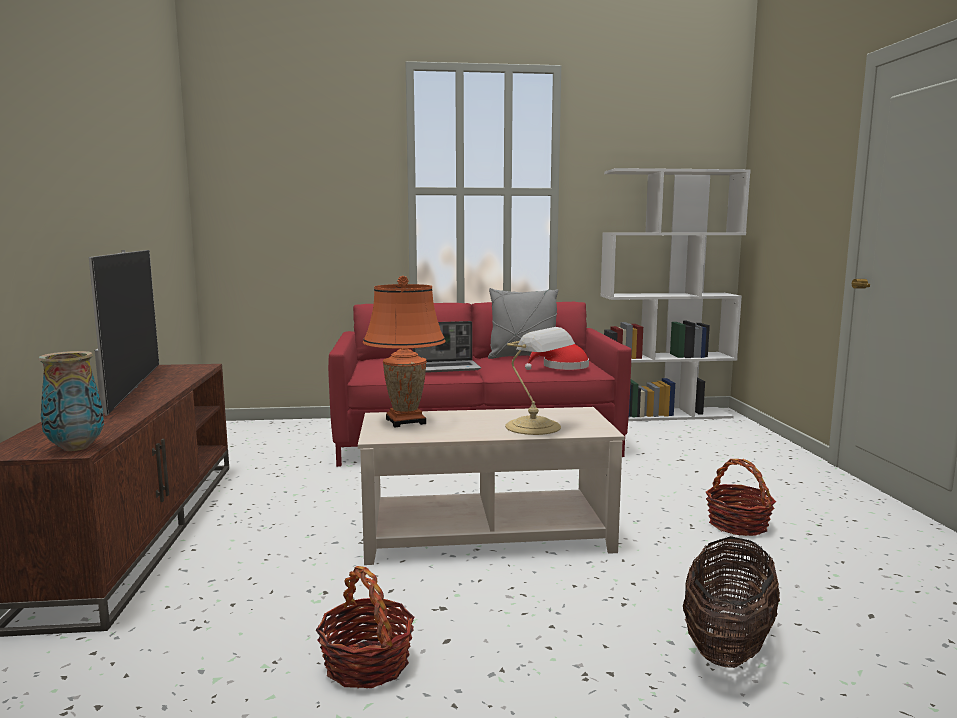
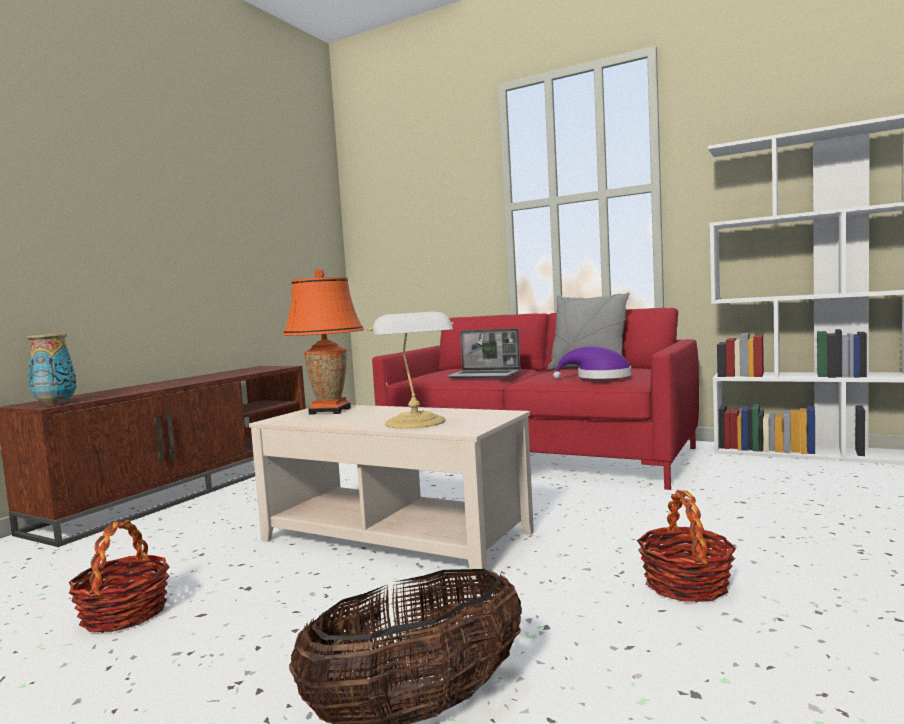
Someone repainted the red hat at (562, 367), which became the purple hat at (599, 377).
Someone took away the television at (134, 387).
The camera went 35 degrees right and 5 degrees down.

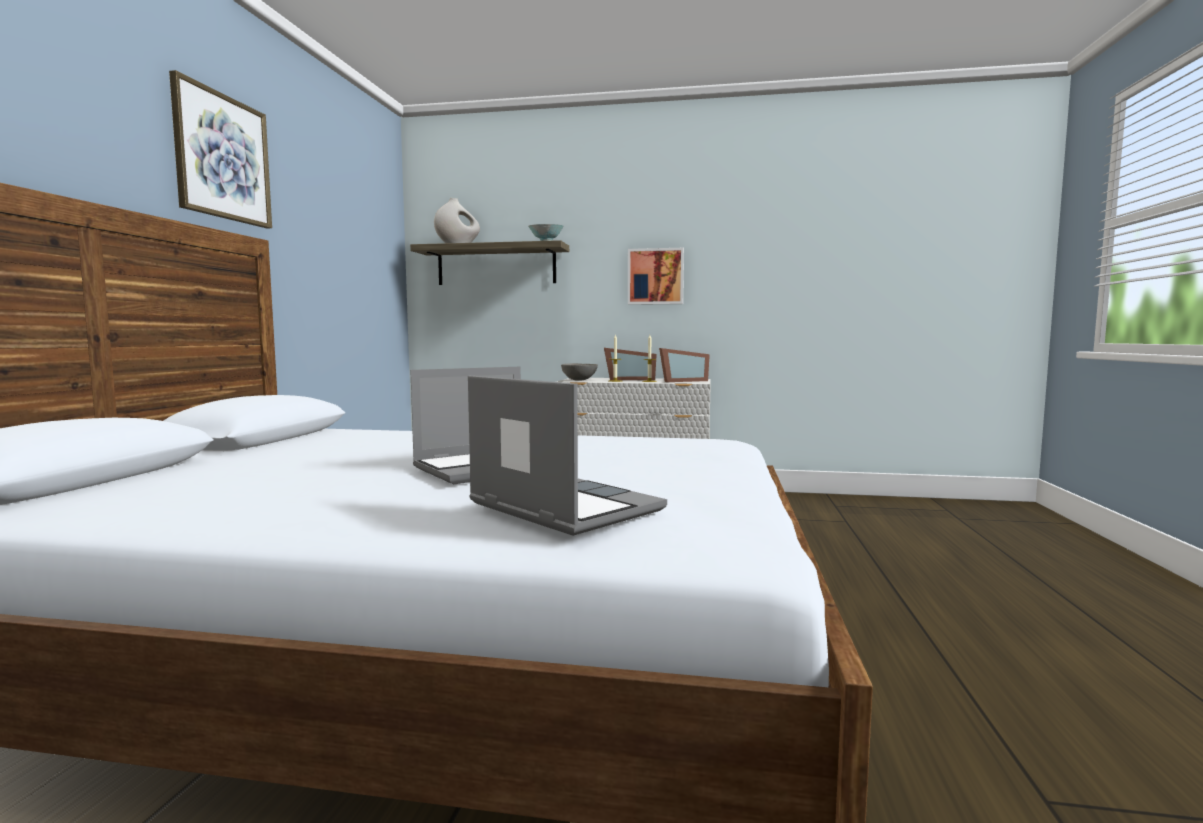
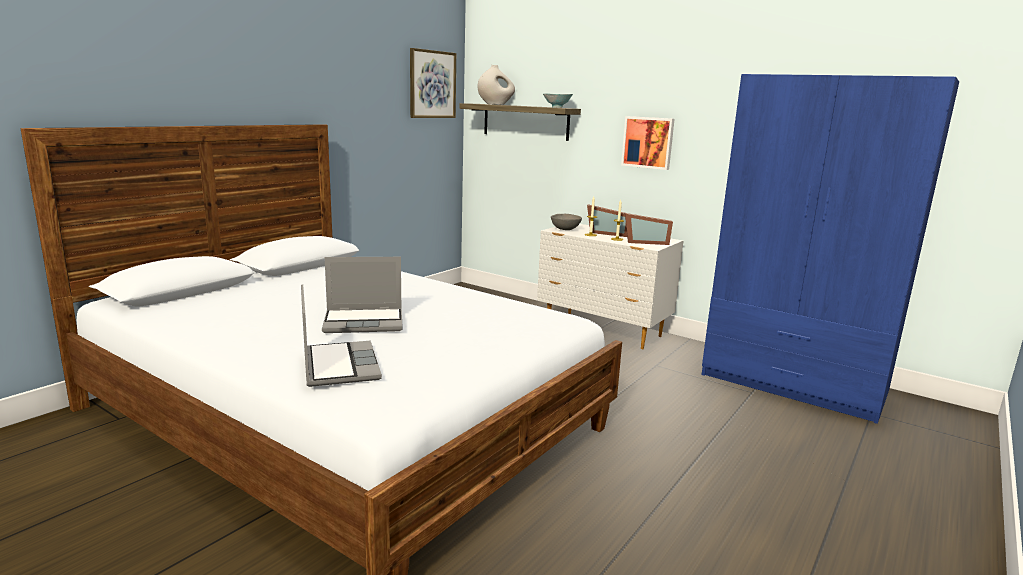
Someone carried the picture from (222, 157) to (432, 84).
Someone put down the blue wardrobe at (794, 383).
The camera went 25 degrees right and 10 degrees up.

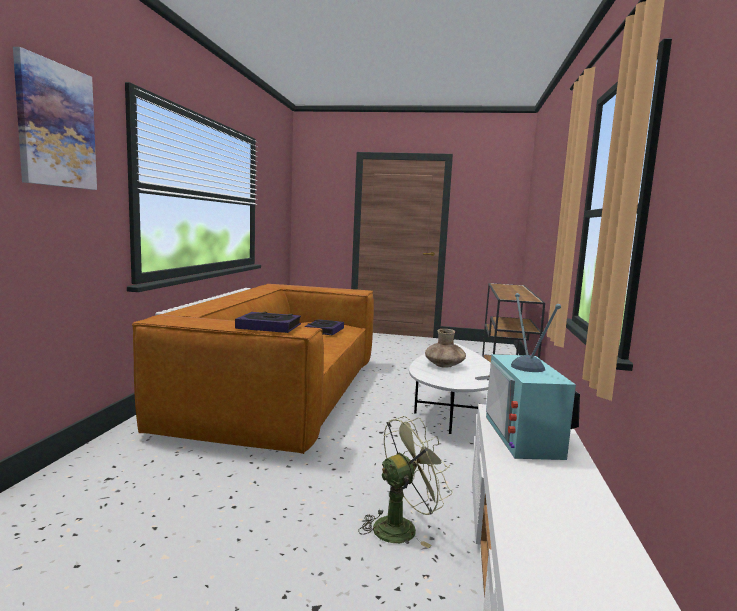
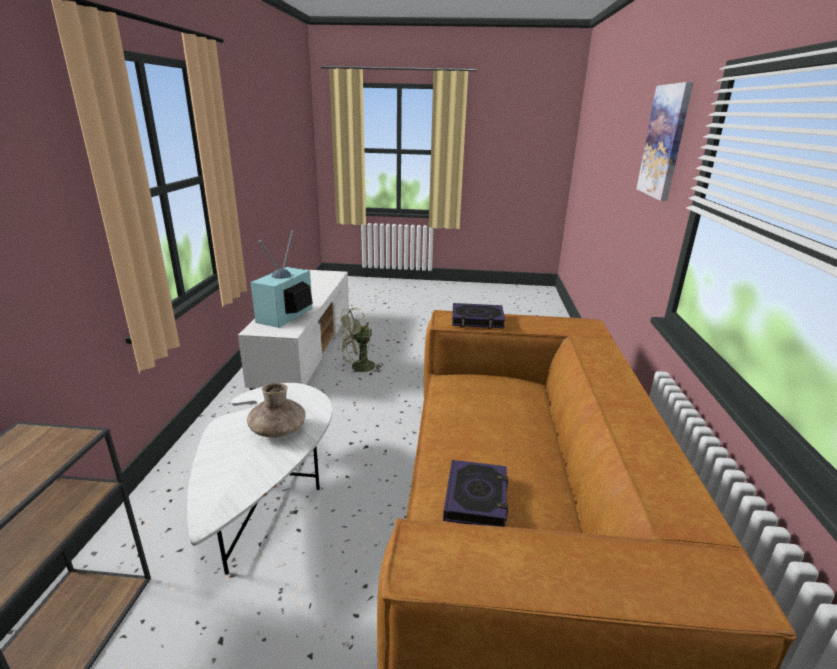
Someone rotated the television at (528, 437) by 150 degrees counterclockwise.
The camera went 175 degrees right and 15 degrees up.

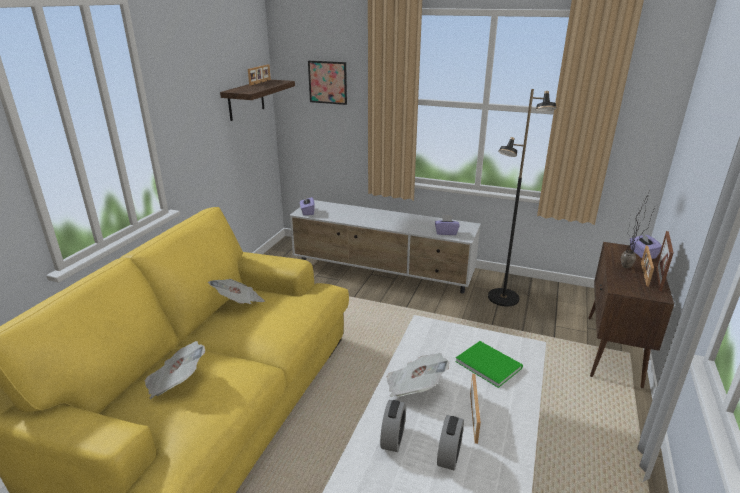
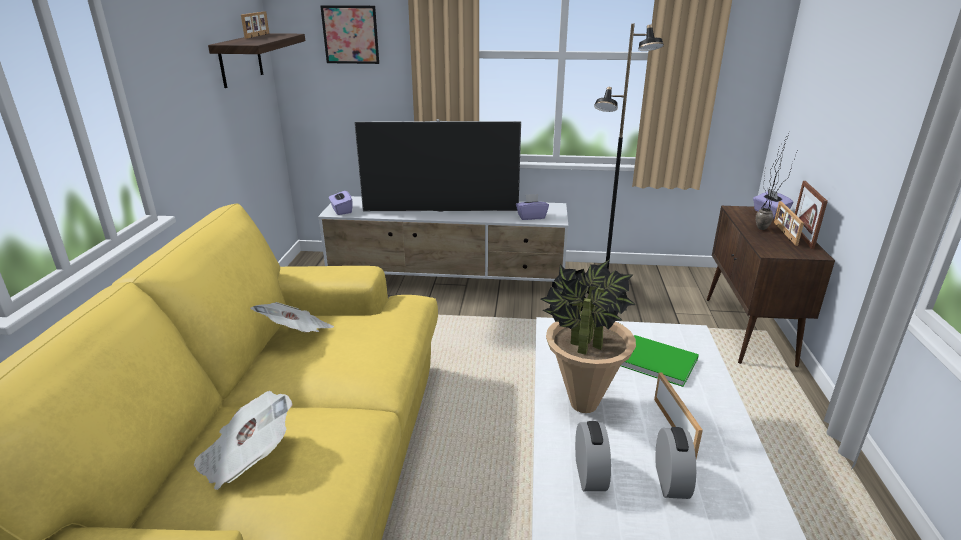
Someone put down the television at (440, 211).
Someone swapped the newspaper at (414, 387) for the potted plant at (583, 404).
The camera went 15 degrees left and 0 degrees up.

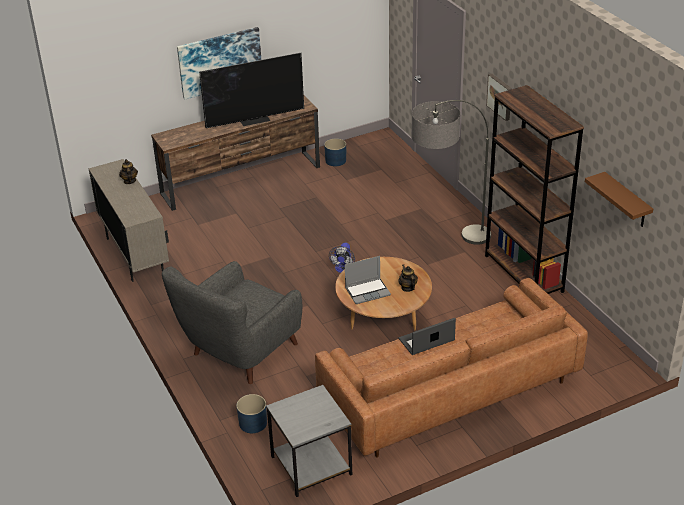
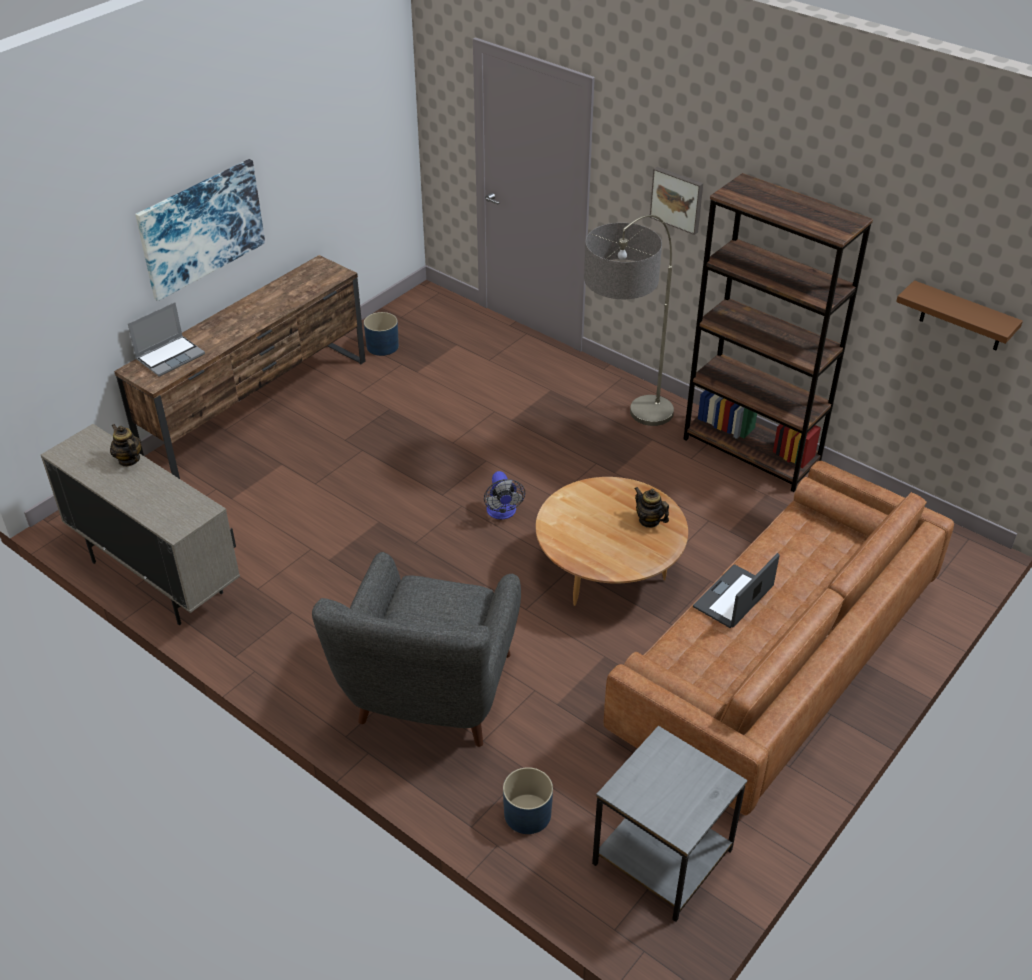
Someone carried the laptop from (368, 291) to (170, 356).
Someone took away the television at (255, 119).
The camera went 25 degrees left and 5 degrees up.

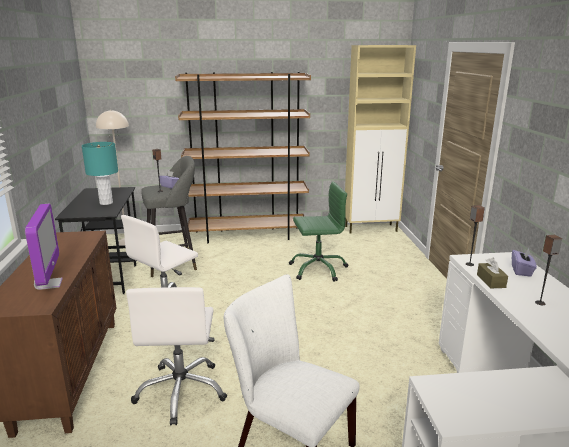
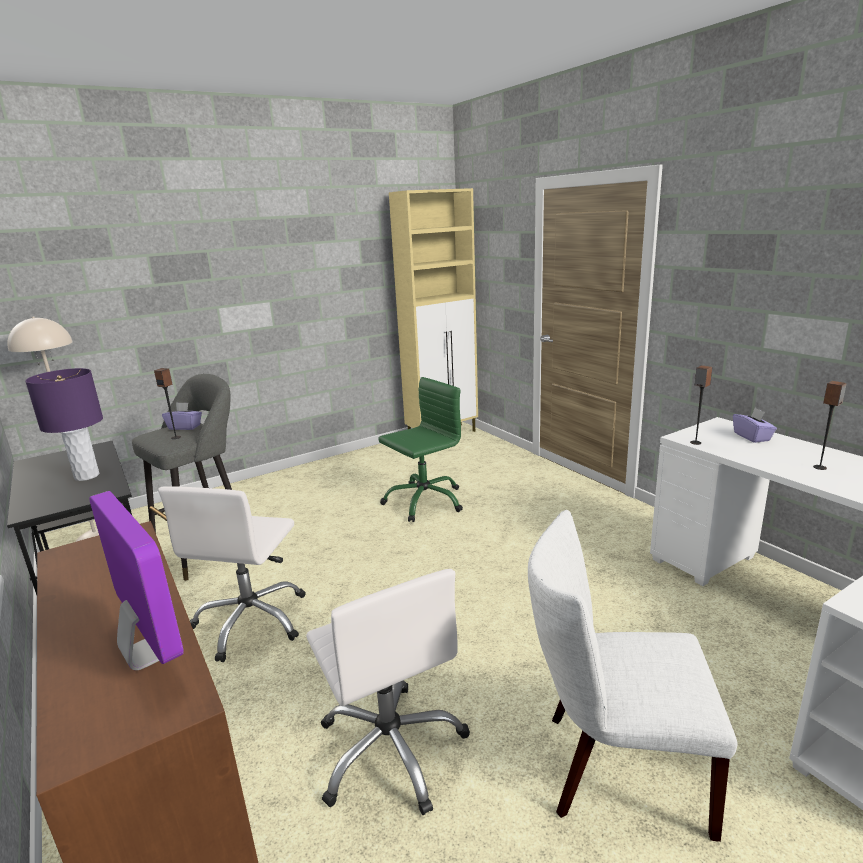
Someone repainted the turquoise table lamp at (106, 203), which became the purple table lamp at (87, 476).
Someone took away the brown bookcase at (248, 235).
Someone took away the brown tissue box at (491, 281).
The camera went 25 degrees left and 0 degrees up.

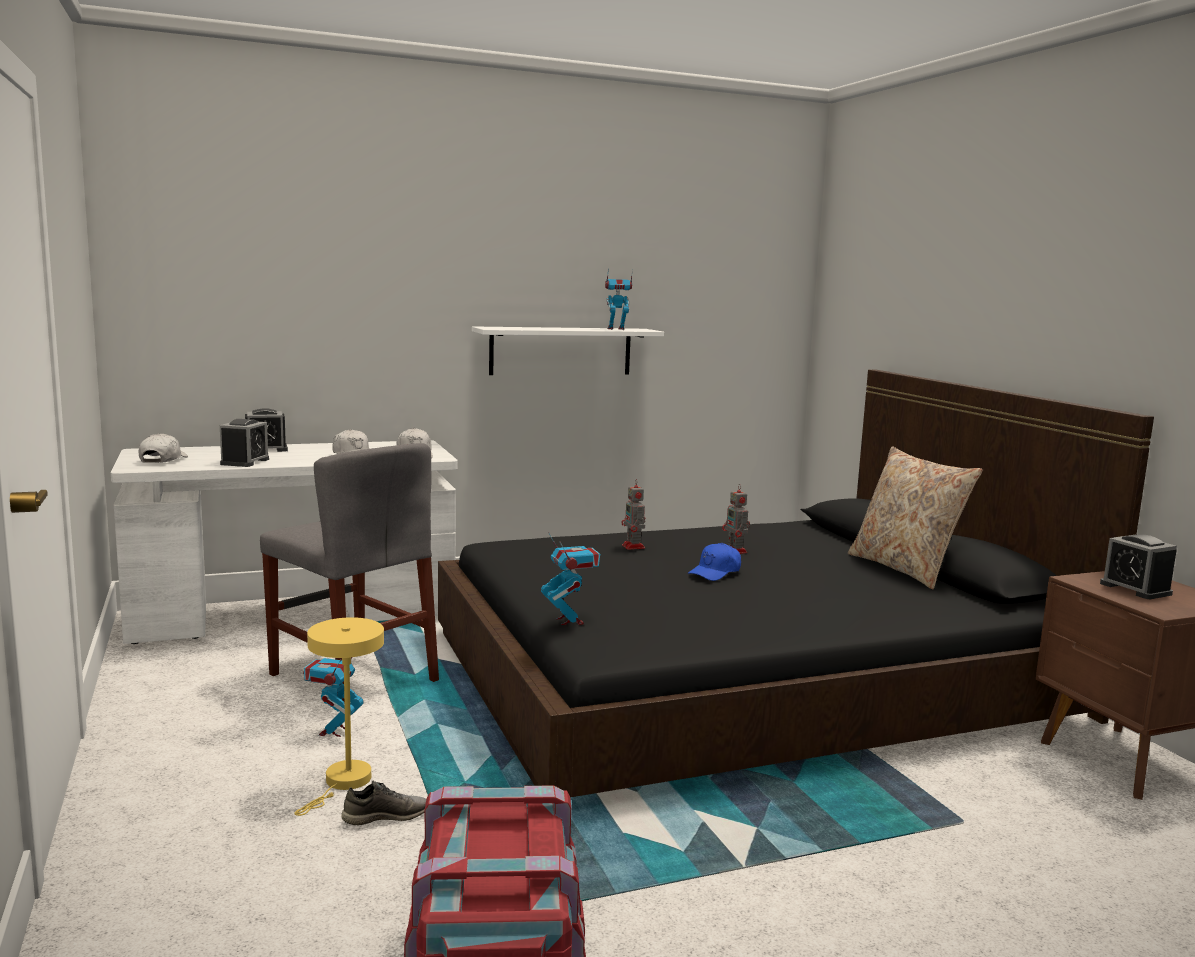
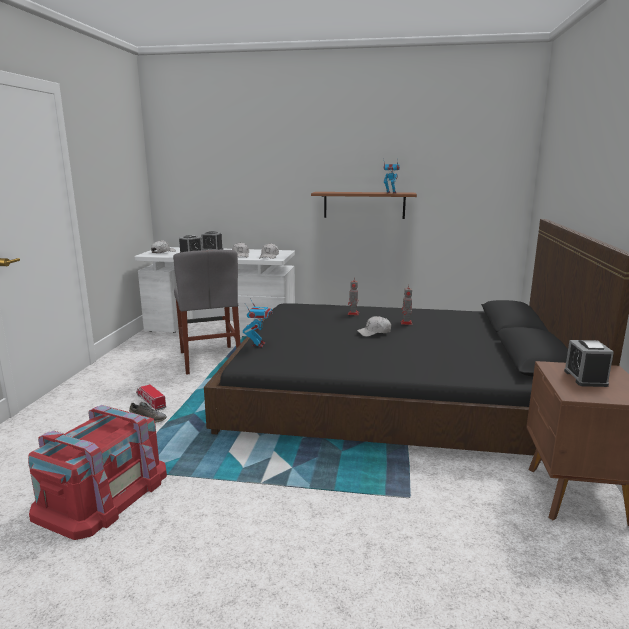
Someone swapped the yellow table lamp at (344, 783) for the toy truck at (151, 402).
Someone repainted the white shelf at (561, 351), which became the brown shelf at (364, 205).
Someone repainted the blue cap at (715, 572), which became the white cap at (374, 332).
Someone took away the toy robot at (333, 731).
Someone took away the beige pillow at (905, 569).
The camera went 30 degrees right and 5 degrees up.

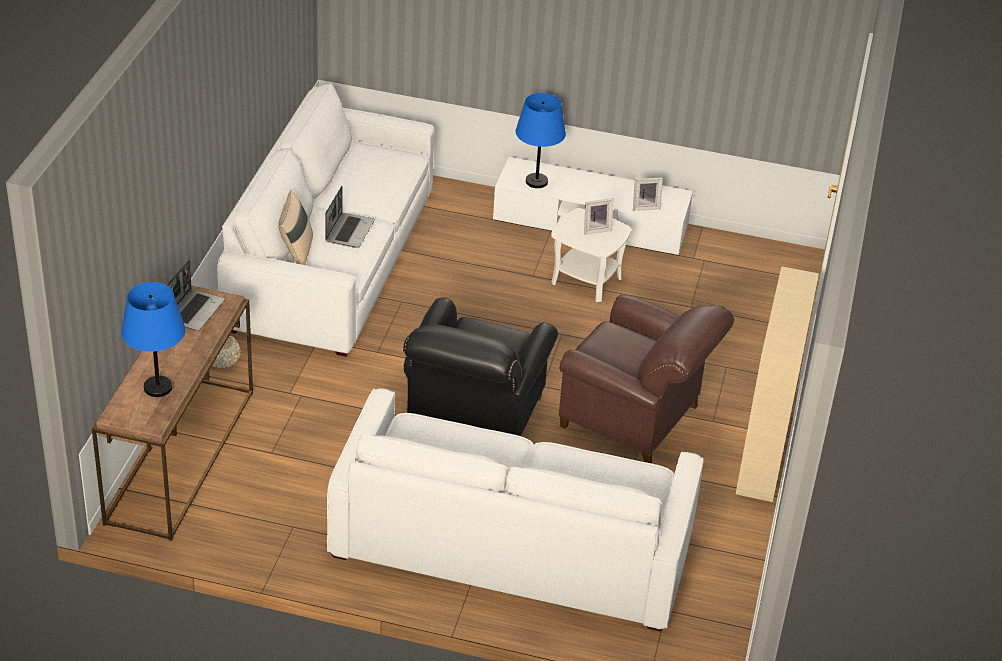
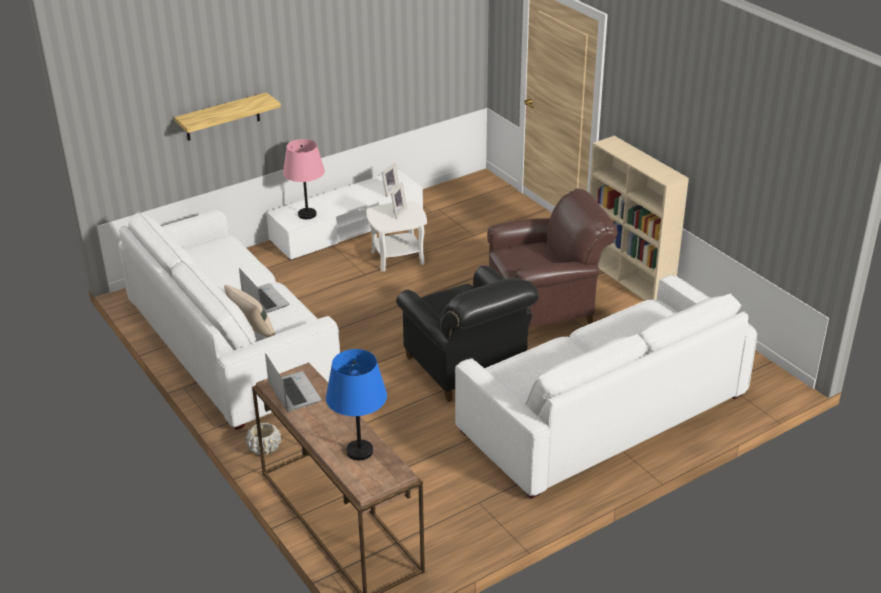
Someone put up the shelf at (222, 117).
Someone repainted the blue table lamp at (537, 182), which became the pink table lamp at (307, 214).
The camera went 45 degrees left and 5 degrees down.

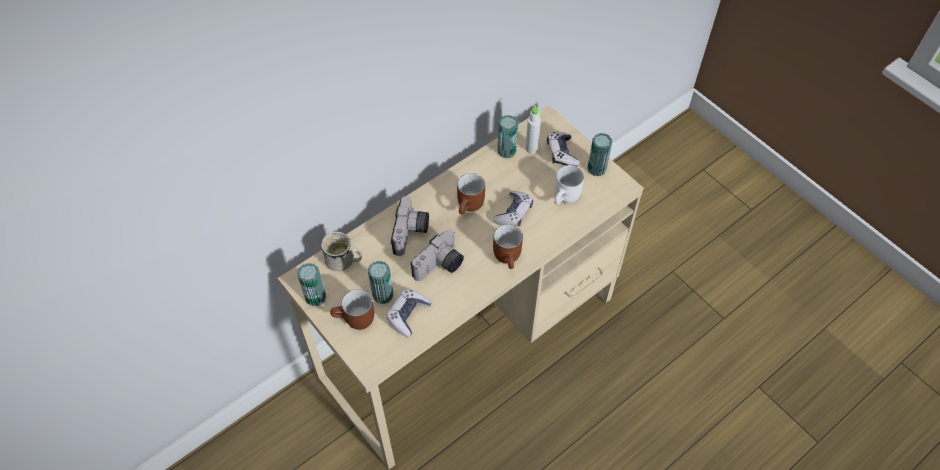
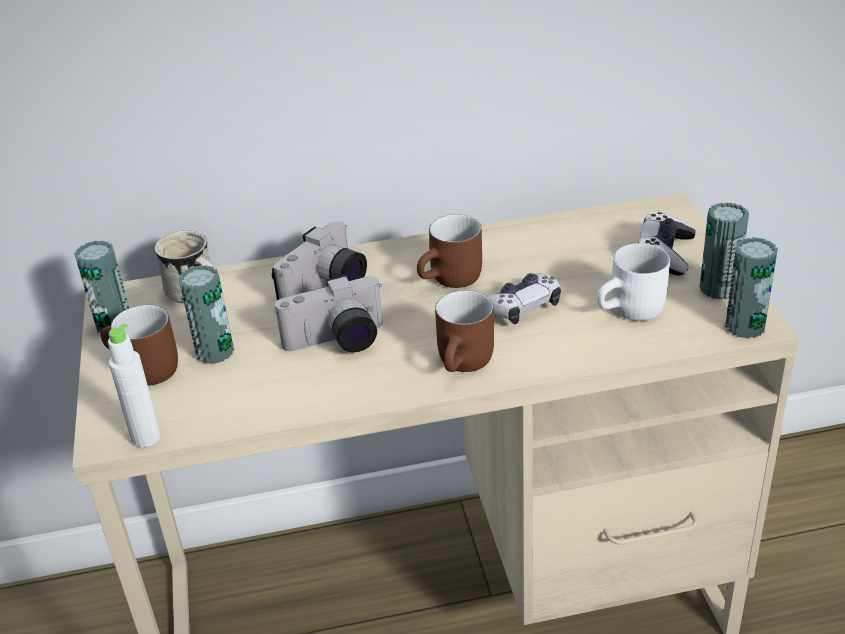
Someone carried the white bottle from (531, 148) to (146, 437).
Someone carried the can from (506, 151) to (745, 326).
Someone took away the game controller at (408, 315).
The camera went 30 degrees right and 20 degrees down.

